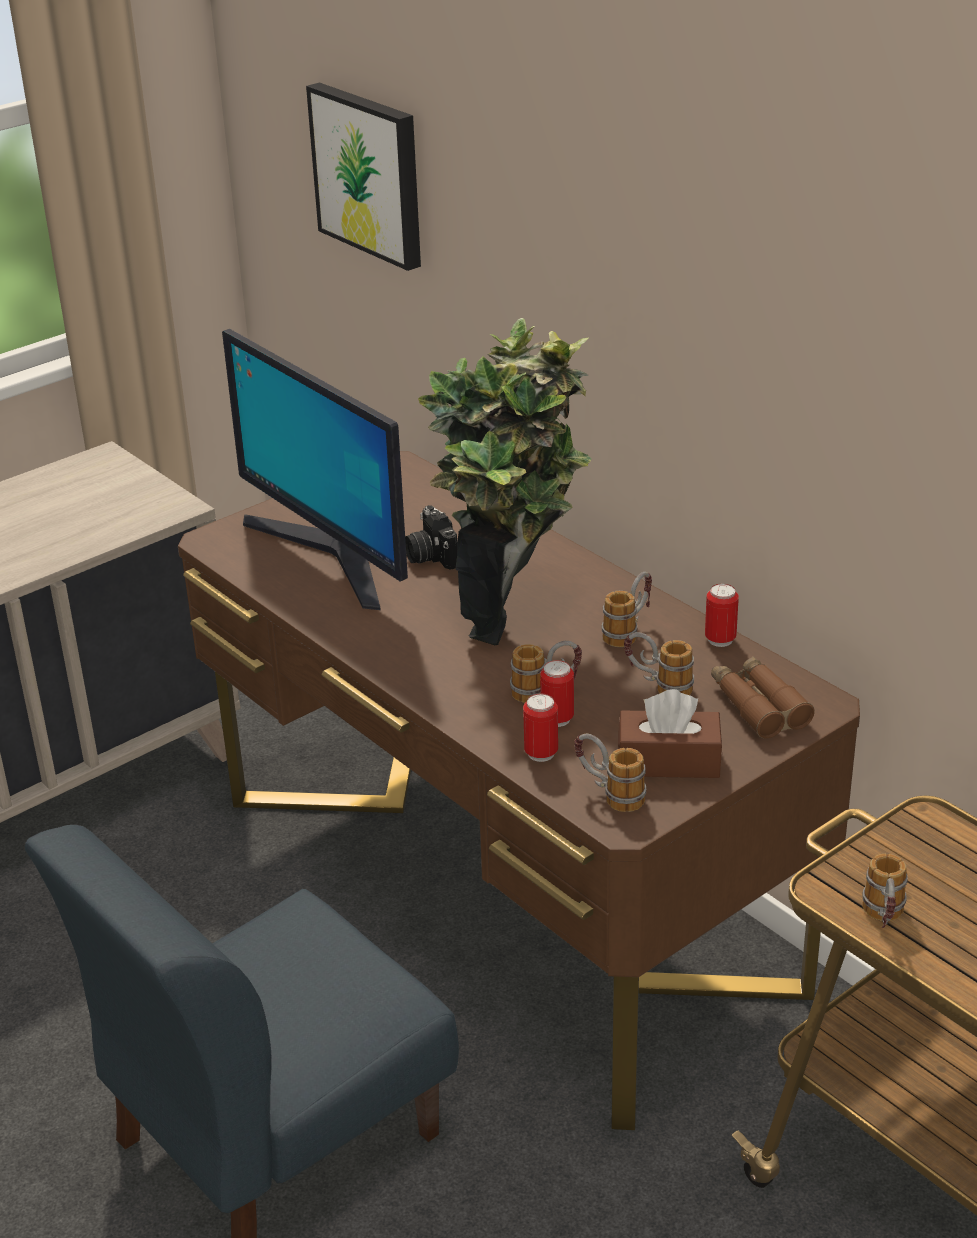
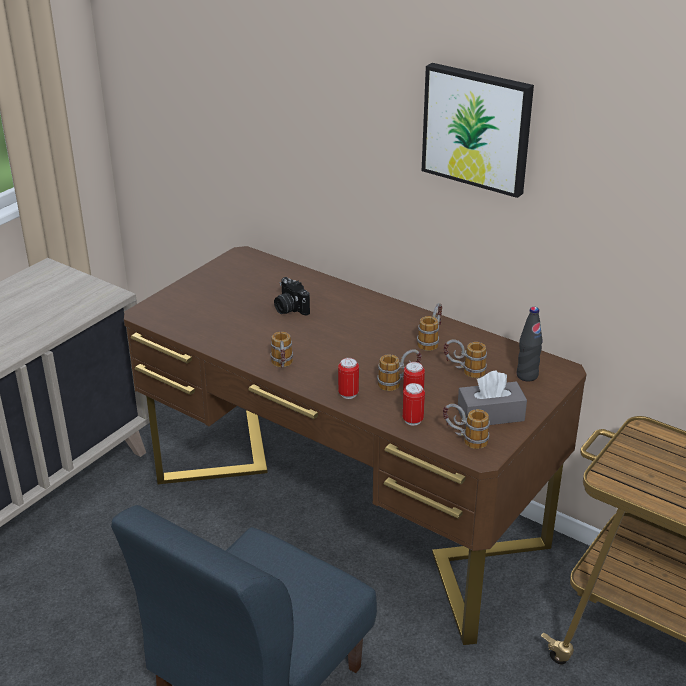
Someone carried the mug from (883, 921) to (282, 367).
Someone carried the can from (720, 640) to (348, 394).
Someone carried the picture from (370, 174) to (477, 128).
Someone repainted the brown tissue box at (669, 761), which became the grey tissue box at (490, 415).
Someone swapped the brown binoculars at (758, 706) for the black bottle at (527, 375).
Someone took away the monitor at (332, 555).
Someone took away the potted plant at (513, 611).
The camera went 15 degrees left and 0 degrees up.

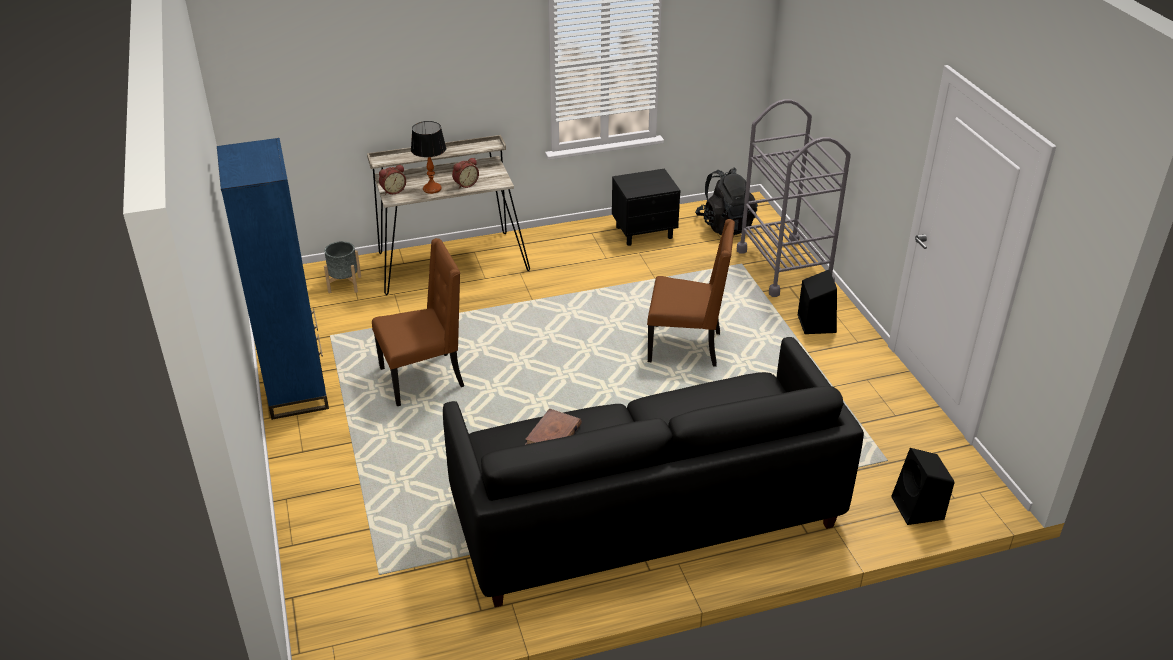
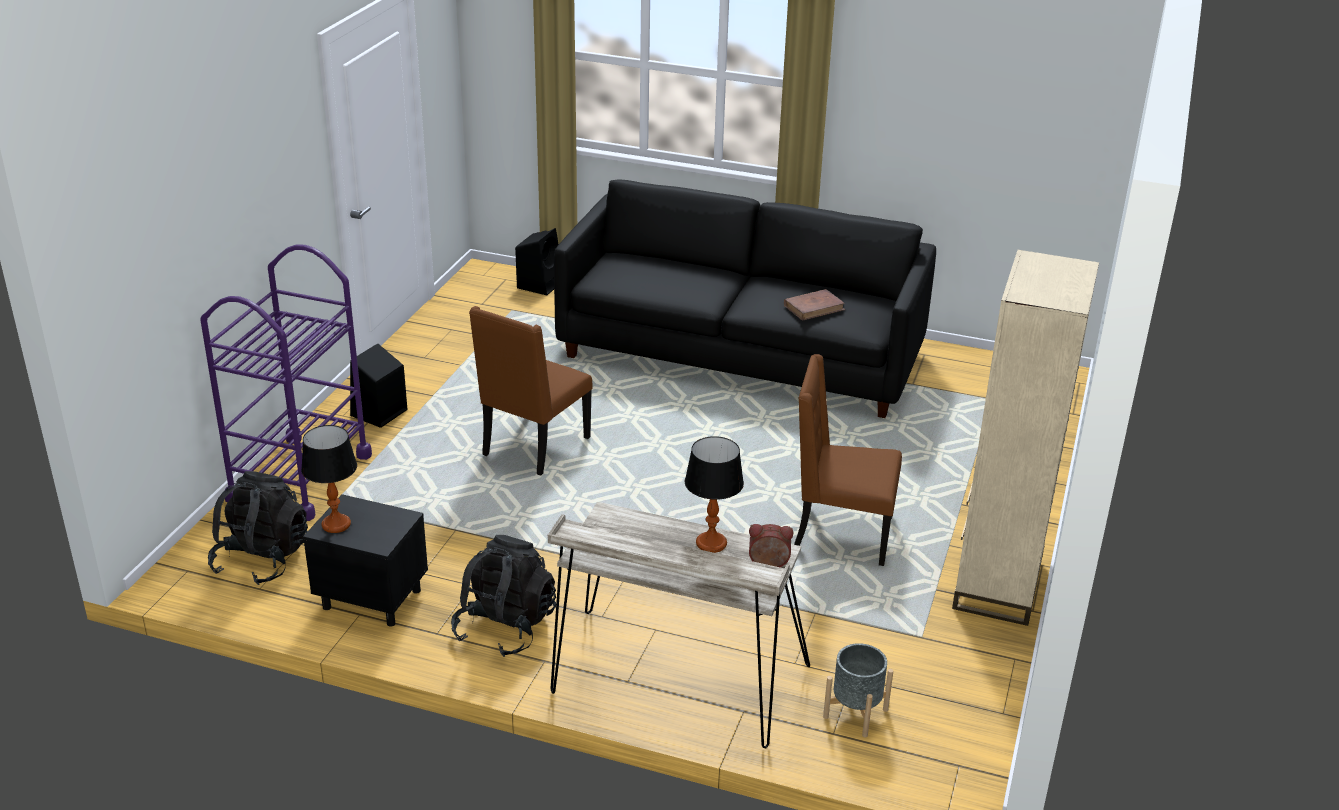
Someone repainted the grey cart at (784, 267), which became the purple cart at (300, 477).
Someone put down the table lamp at (336, 524).
Someone put down the black backpack at (505, 627).
Someone rotated the brown chair at (686, 346) by 105 degrees counterclockwise.
Someone repainted the blue bookcase at (296, 389), which became the beige bookcase at (997, 585).
Someone took away the alarm clock at (465, 184).
The camera went 145 degrees left and 5 degrees down.

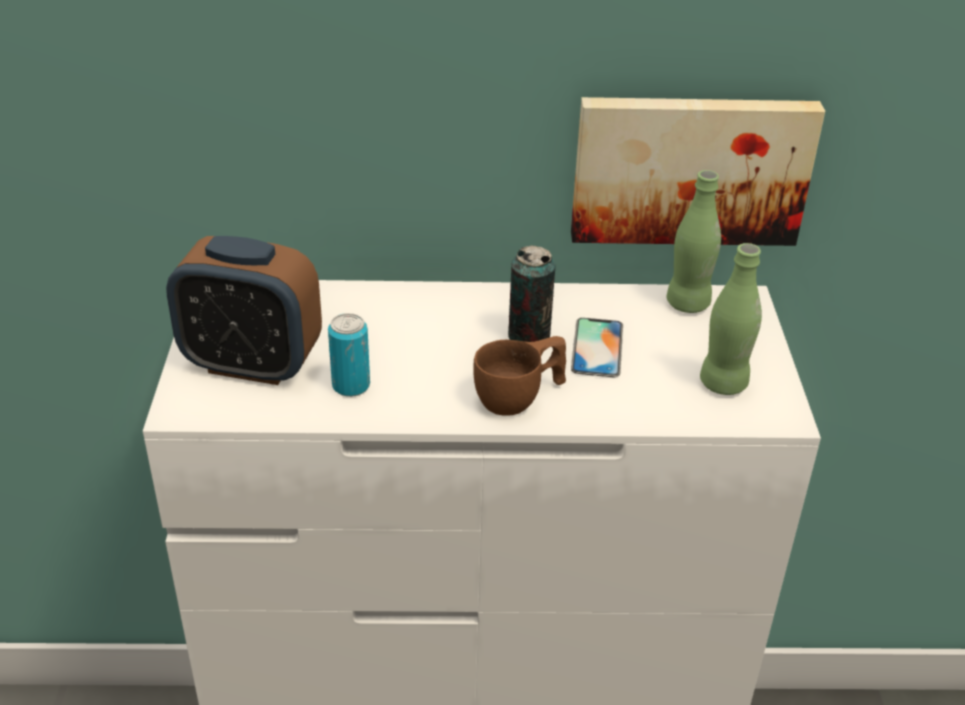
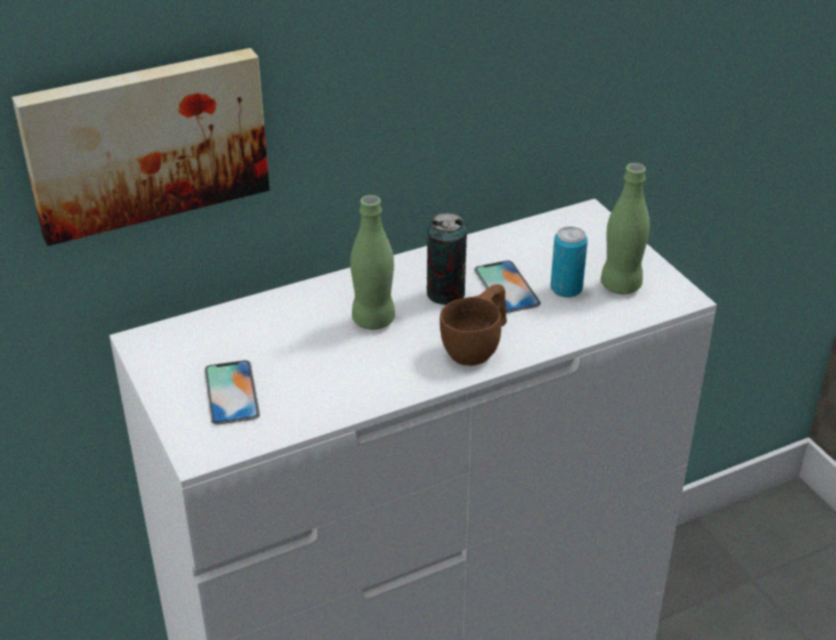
Someone carried the picture from (690, 168) to (145, 141).
Someone swapped the alarm clock at (252, 364) for the phone at (231, 392).
Someone carried the green bottle from (687, 304) to (373, 320).
Someone carried the can from (351, 386) to (566, 289).
The camera went 25 degrees left and 0 degrees up.

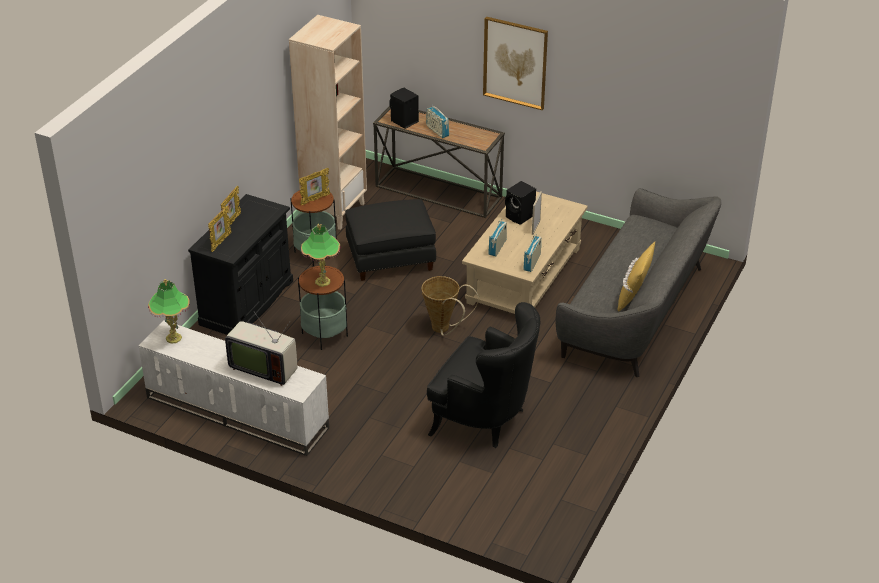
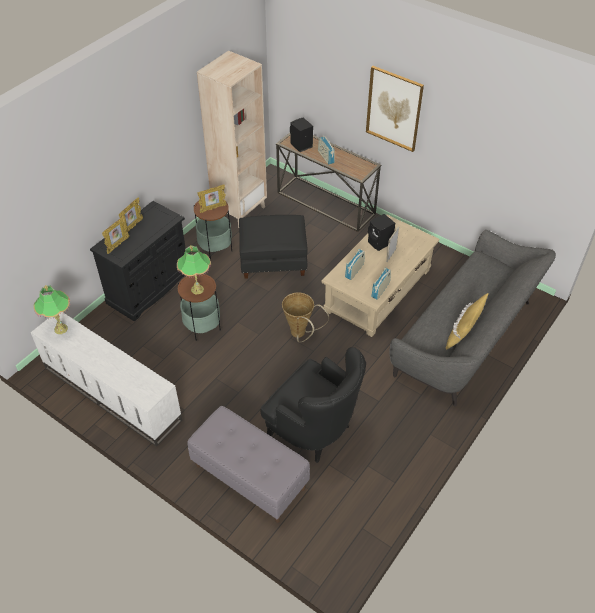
Someone put down the grey bench at (249, 477).
Someone took away the television at (264, 368).
The camera went 10 degrees right and 10 degrees up.

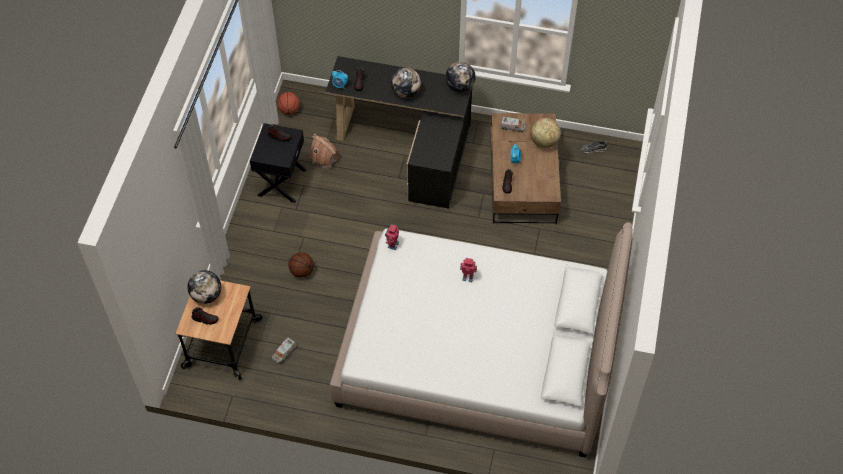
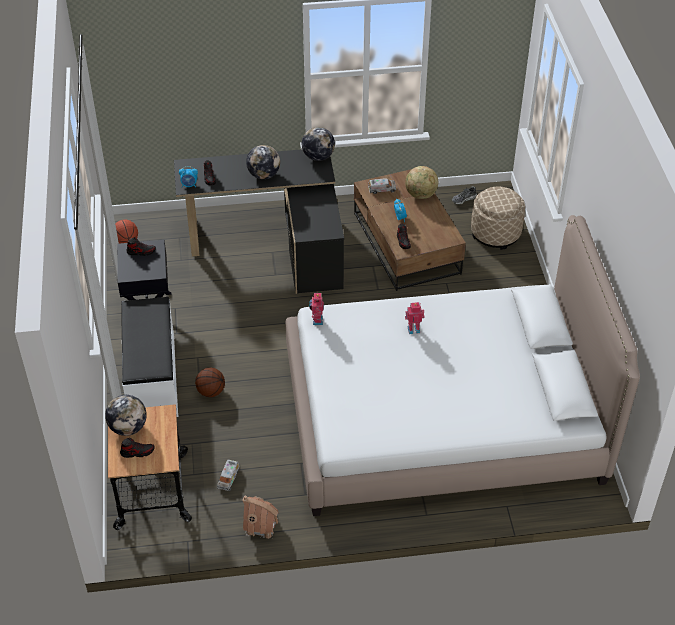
Someone put down the white bench at (151, 378).
Someone carried the toy house from (325, 159) to (261, 526).
Someone put down the beige ottoman at (495, 233).
The camera went 20 degrees left and 10 degrees down.

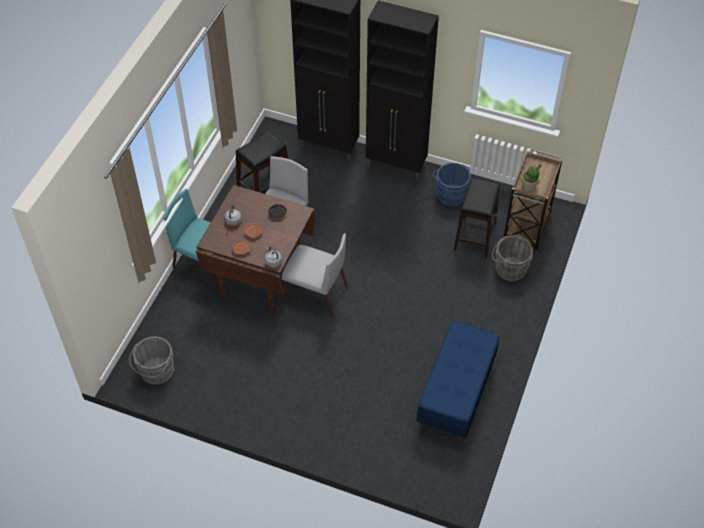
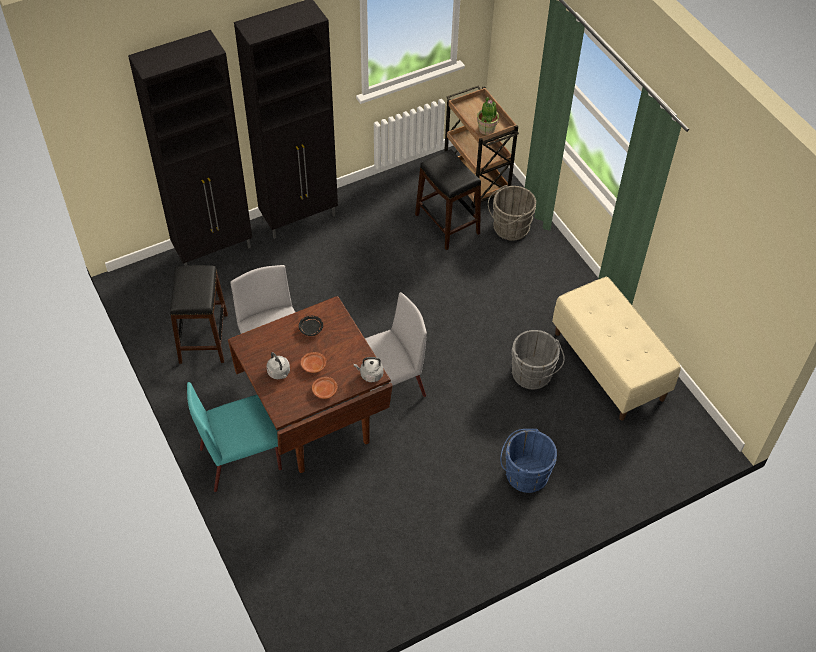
Someone carried the blue bucket from (450, 194) to (524, 474).
Someone carried the grey bucket from (156, 373) to (532, 376).
Someone repainted the blue bench at (456, 395), which became the beige bench at (609, 366).
The camera went 50 degrees left and 0 degrees up.

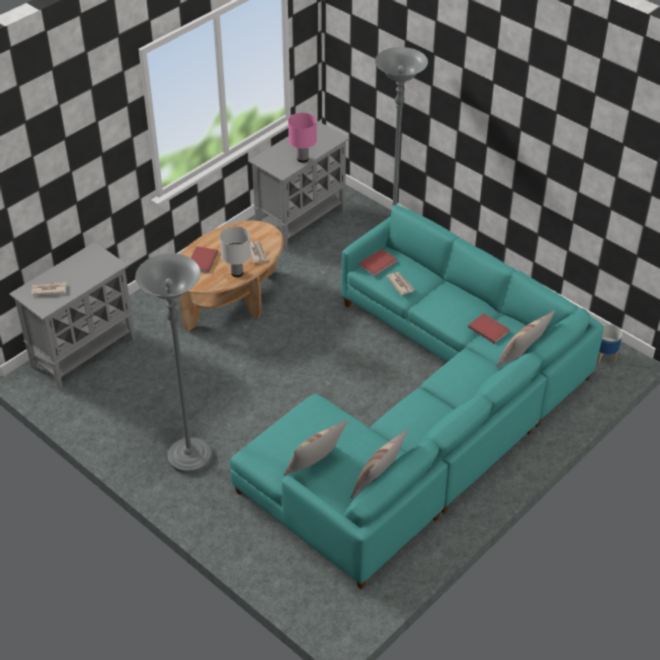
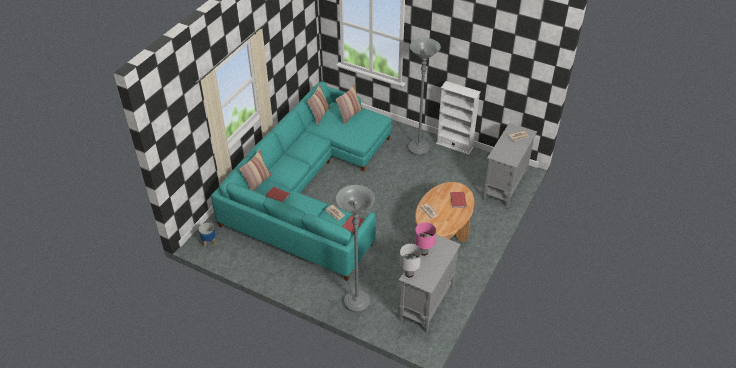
Someone carried the white table lamp from (236, 273) to (409, 274).
Someone put down the white bookcase at (454, 145).
The camera went 165 degrees right and 0 degrees up.

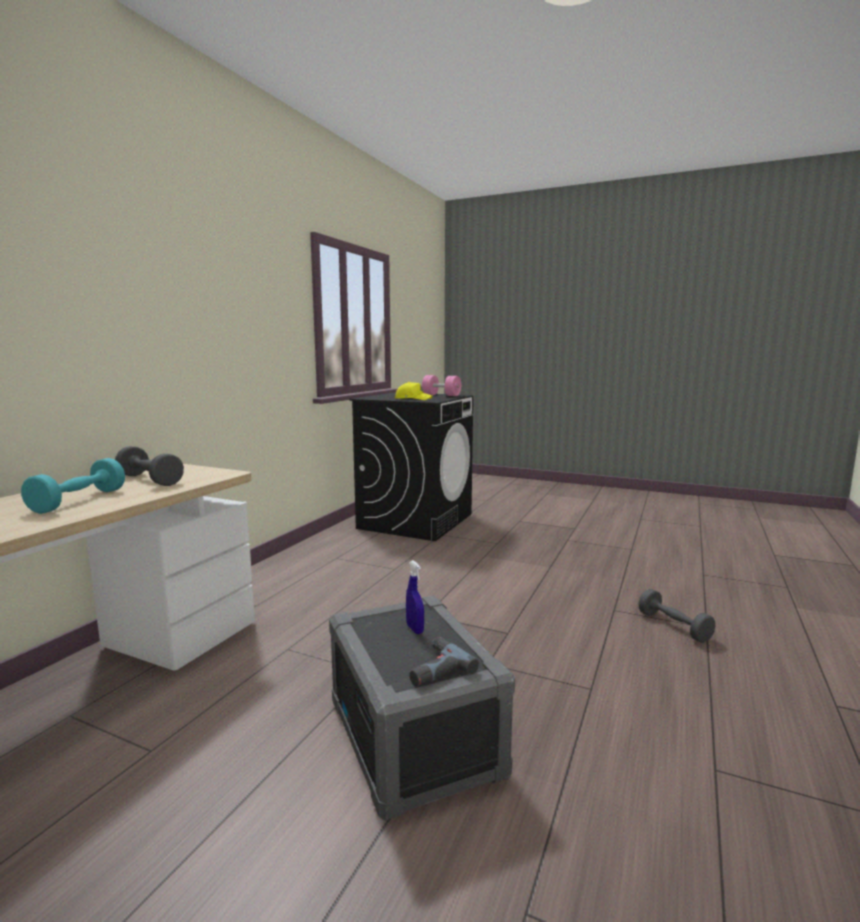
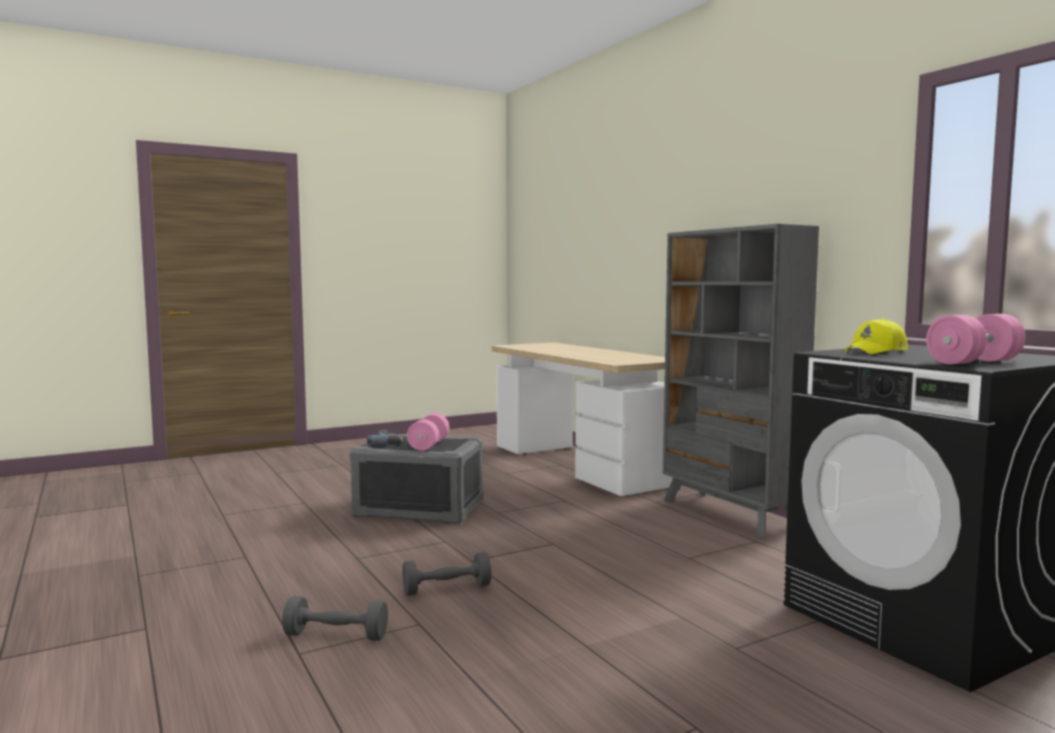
Someone carried the grey dumbbell from (150, 480) to (446, 589).
Someone swapped the blue spray bottle at (414, 629) for the pink dumbbell at (429, 445).
Someone put down the grey bookcase at (729, 513).
Someone took away the turquoise dumbbell at (79, 501).
The camera went 125 degrees right and 5 degrees down.

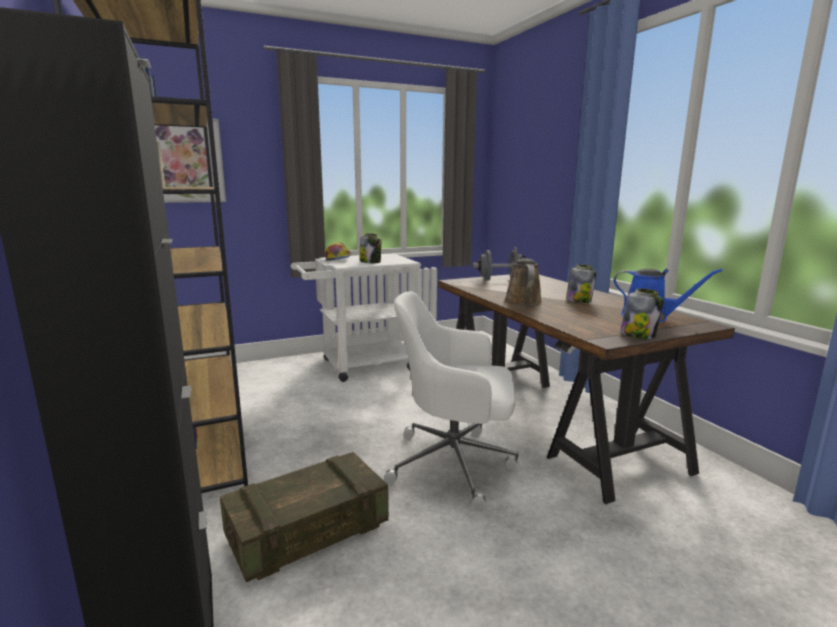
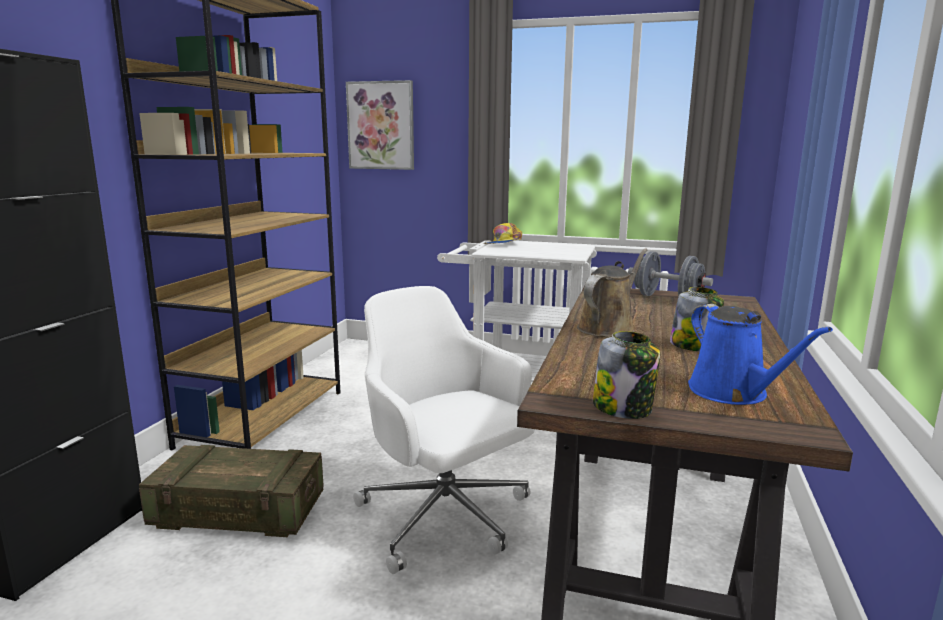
Someone took away the jar at (370, 262).
The camera went 40 degrees right and 0 degrees up.

